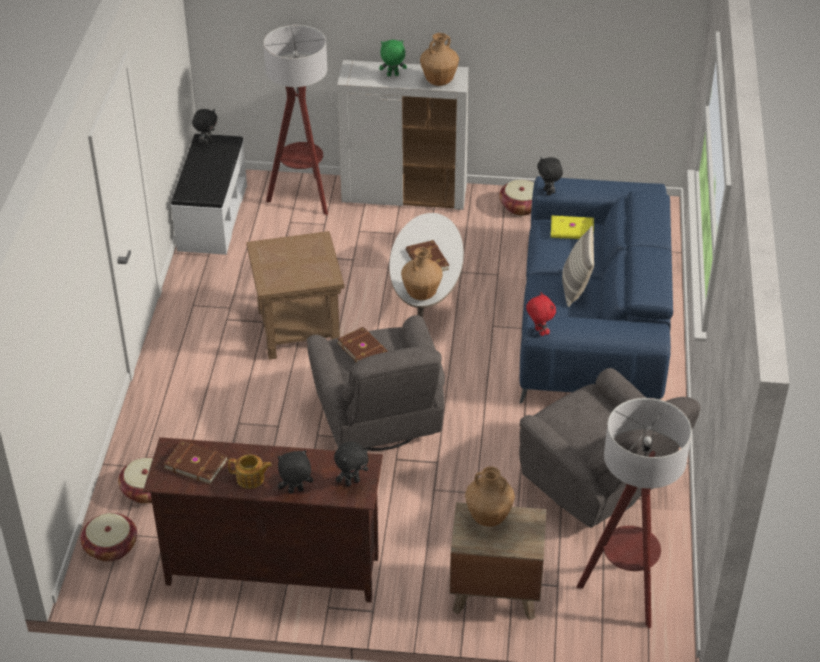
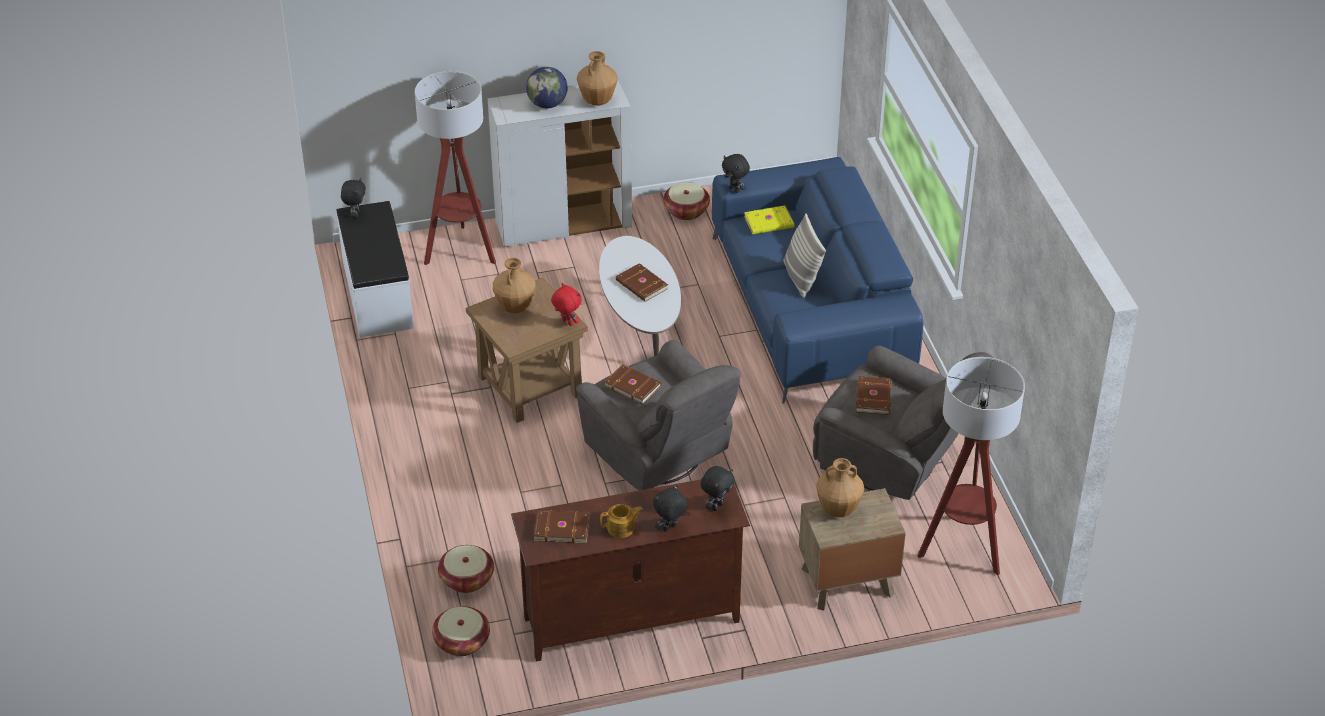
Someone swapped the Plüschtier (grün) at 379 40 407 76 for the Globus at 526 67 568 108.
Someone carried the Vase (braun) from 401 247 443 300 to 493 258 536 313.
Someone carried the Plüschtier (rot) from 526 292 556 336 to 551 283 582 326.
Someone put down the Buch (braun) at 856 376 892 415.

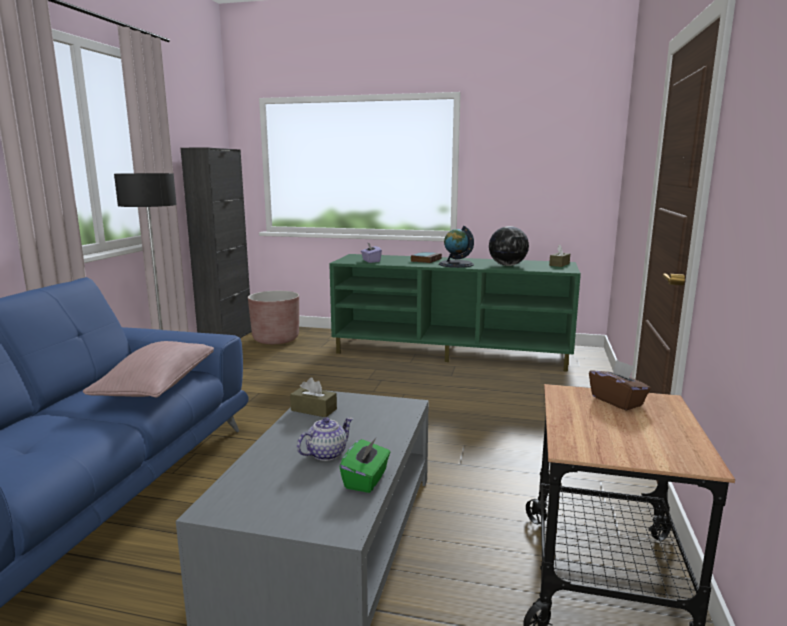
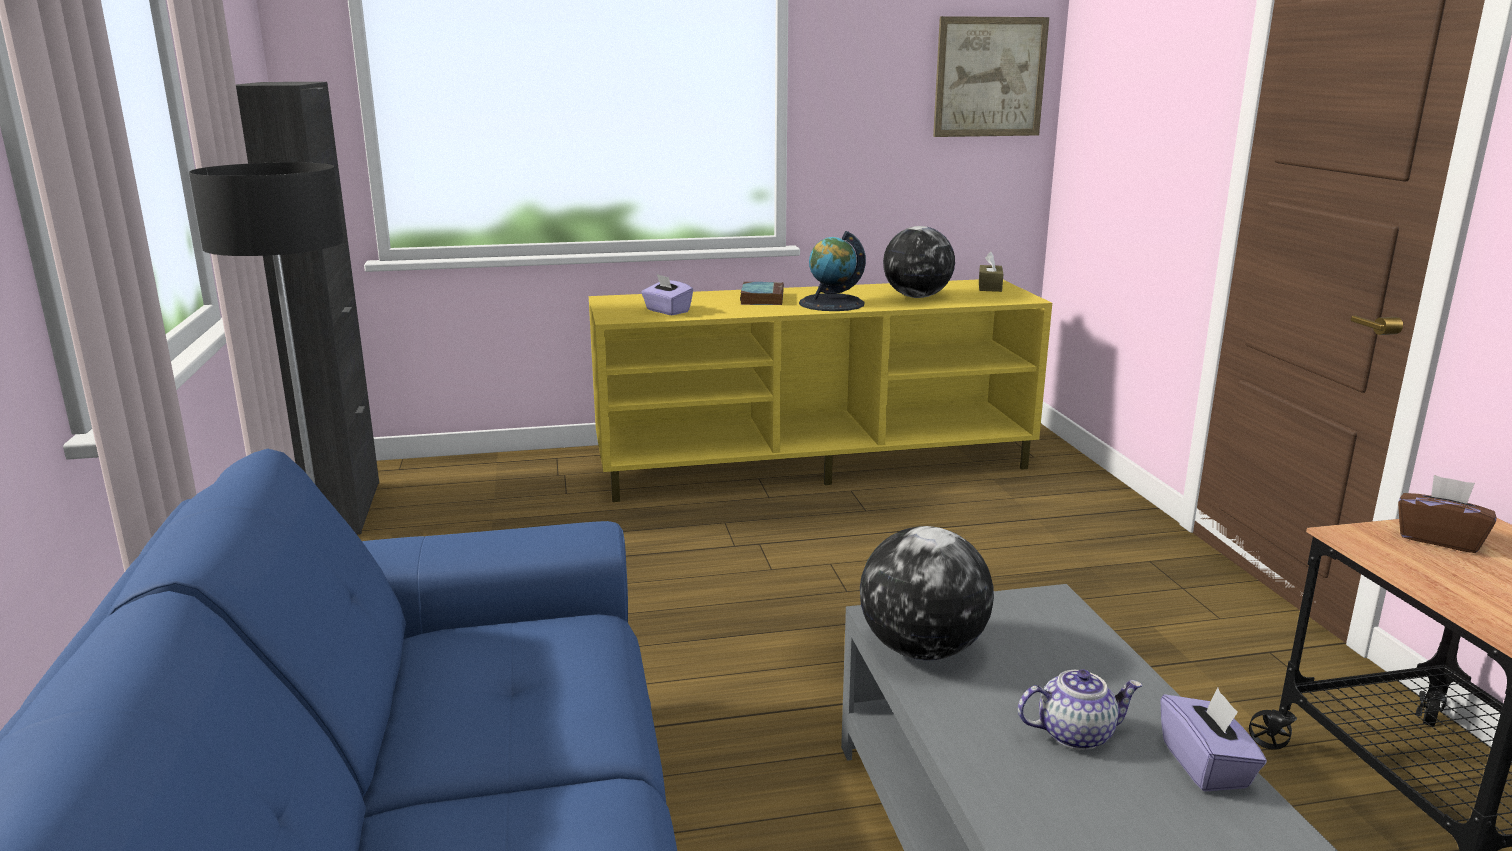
Someone repainted the Fernsehschrank (grün) at 329 254 581 372, which became the Fernsehschrank (gelb) at 589 279 1052 502.
Someone took away the Pflanzkübel (braun) at 248 291 299 344.
Someone took away the Kissen (rosa) at 83 341 214 398.
Someone swapped the Taschentuchbox (braun) at 290 378 337 417 for the Globus at 860 526 994 660.
Someone rotated the Teekanne at 297 417 353 461 by 60 degrees clockwise.
Someone repainted the Taschentuchbox (grün) at 339 438 390 493, which became the Taschentuchbox (lila) at 1160 688 1267 792.
Someone put up the Bild at 933 16 1049 137.

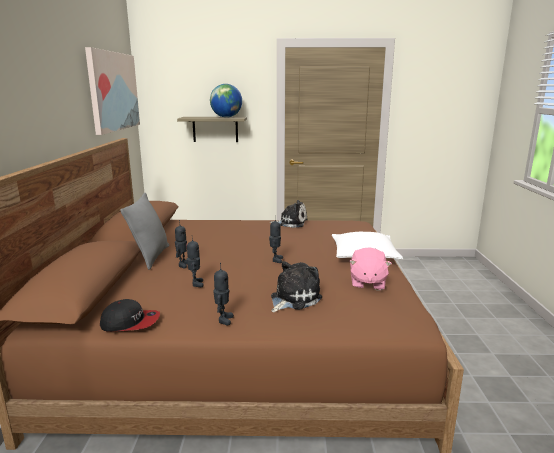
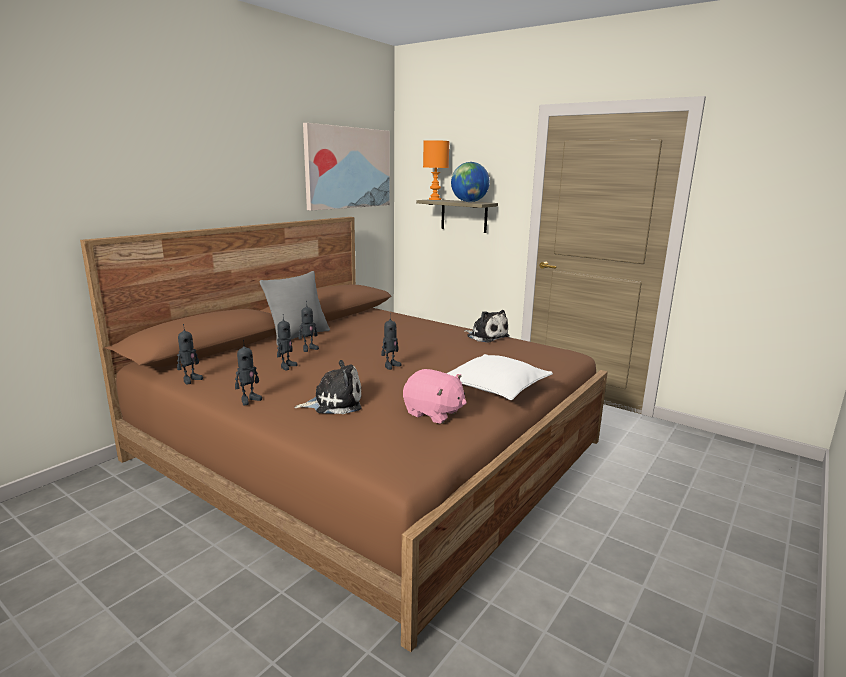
Someone rotated the Plüschtier (rosa) at 349 247 392 291 by 105 degrees counterclockwise.
Someone swapped the Kappe at 100 299 160 332 for the Spielzeugroboter at 177 324 203 385.
Someone put down the Tischlampe (orange) at 423 140 449 200.

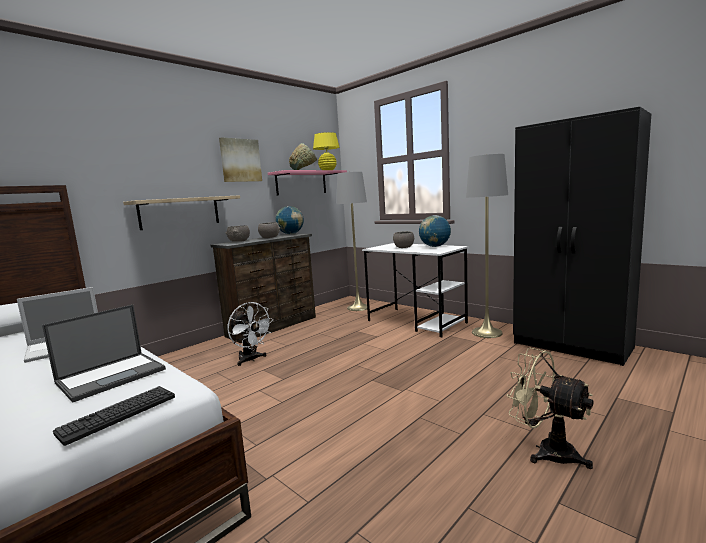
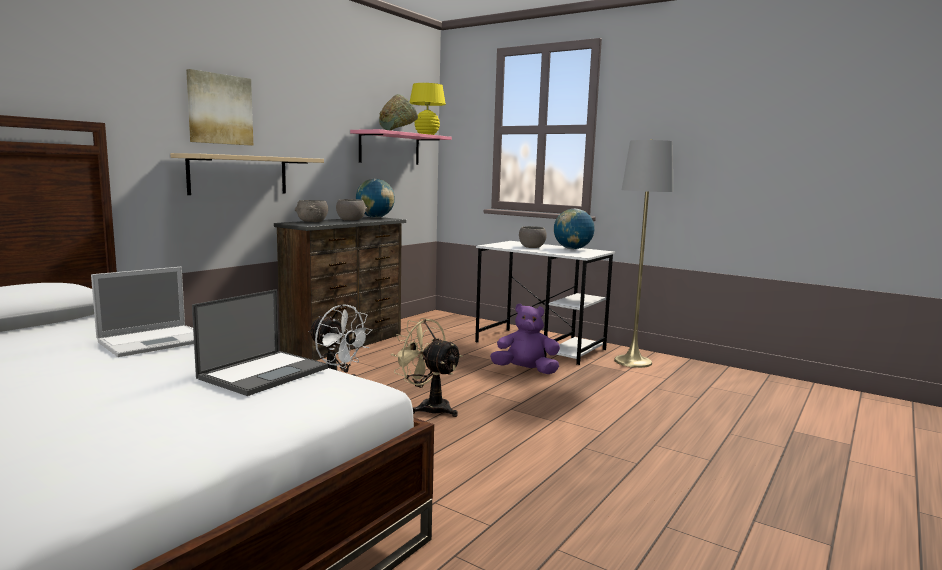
Someone took away the Kleiderschrank (schwarz) at 513 107 651 366.
Someone carried the Bild from 219 137 262 182 to 186 69 253 145.
Someone took away the Stehlampe (grau) at 337 172 367 311.
Someone carried the Ventilator (beige) from 506 348 594 469 to 391 318 462 417.
Someone took away the Tastatur at 53 386 175 446.
Someone put down the Plüschtier (lila) at 490 304 560 374.

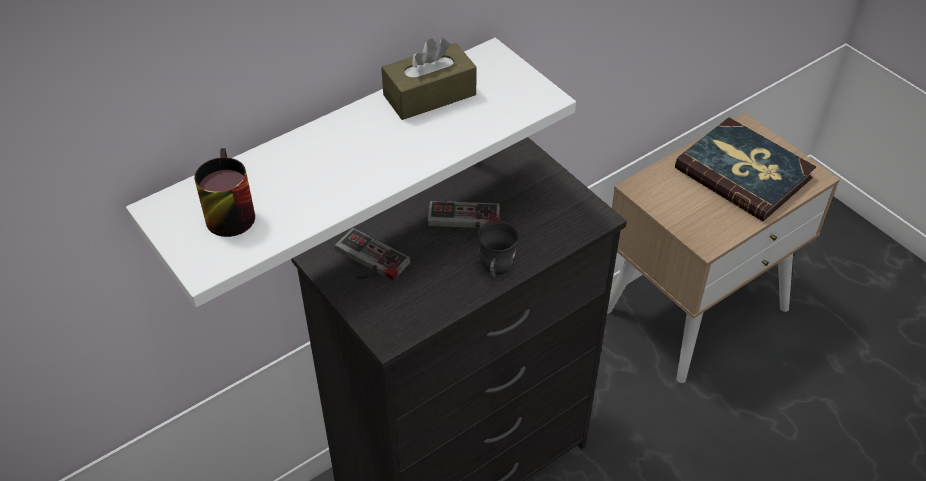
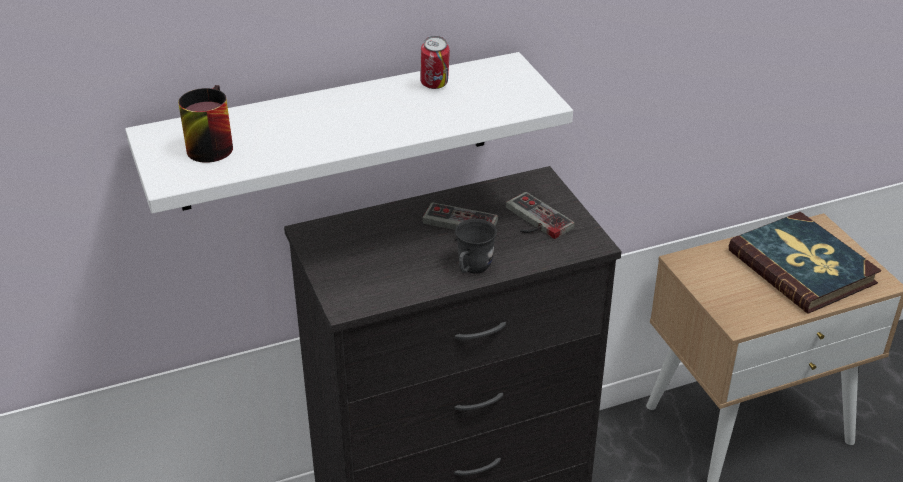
Someone swapped the Taschentuchbox (braun) at 381 38 477 120 for the Dose at 420 36 450 89.
Someone carried the Gamepad from 335 228 410 280 to 506 192 575 239.

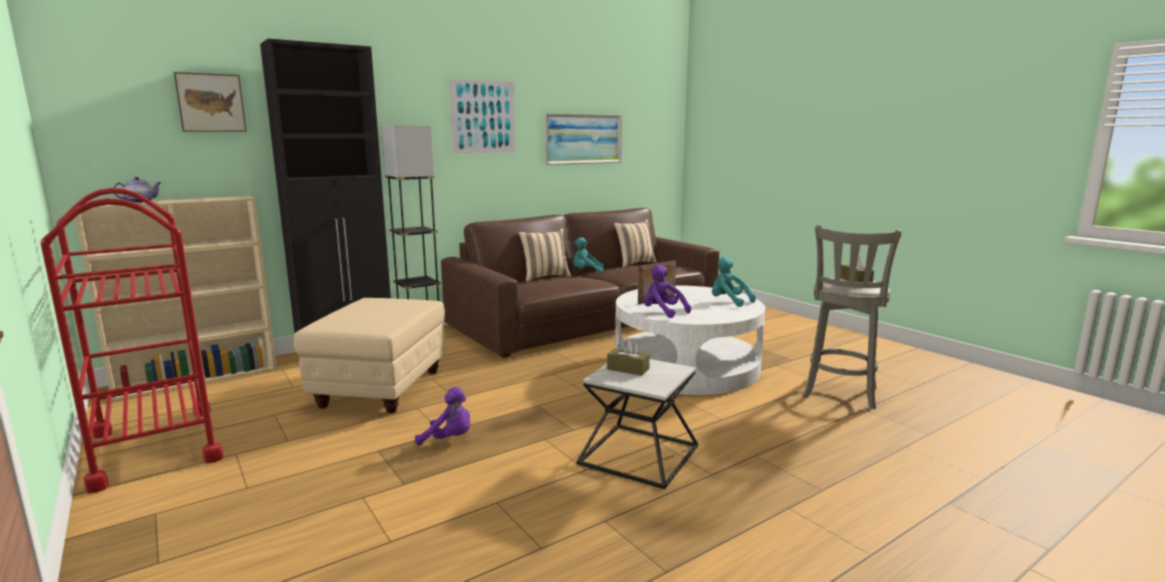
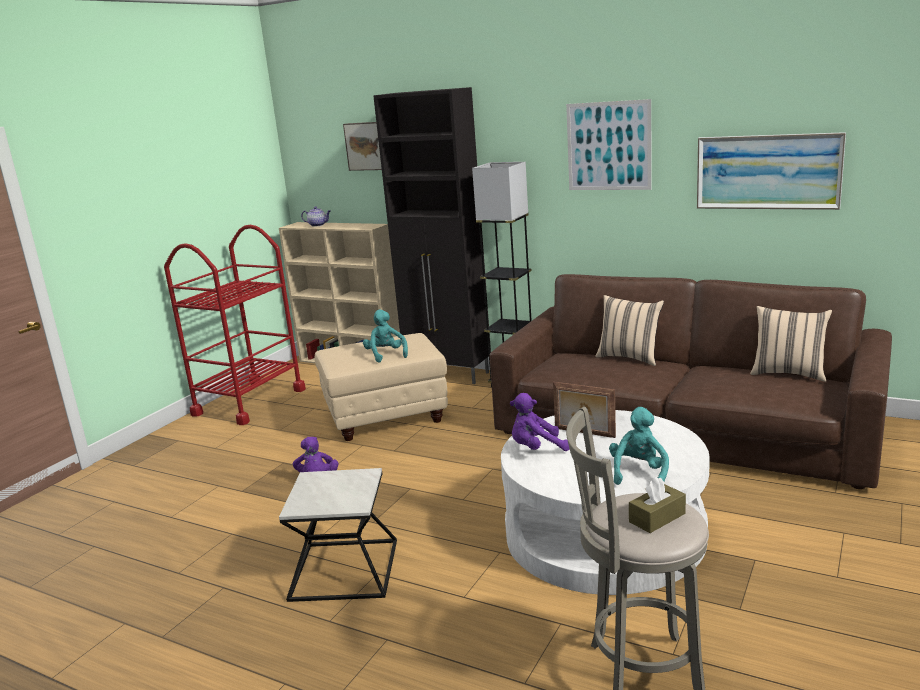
Someone carried the Plüschtier (türkis) from 573 237 604 274 to 363 310 408 363.
Someone rotated the Plüschtier (lila) at 643 264 691 318 by 120 degrees counterclockwise.
Someone took away the Taschentuchbox (braun) at 607 339 650 376.

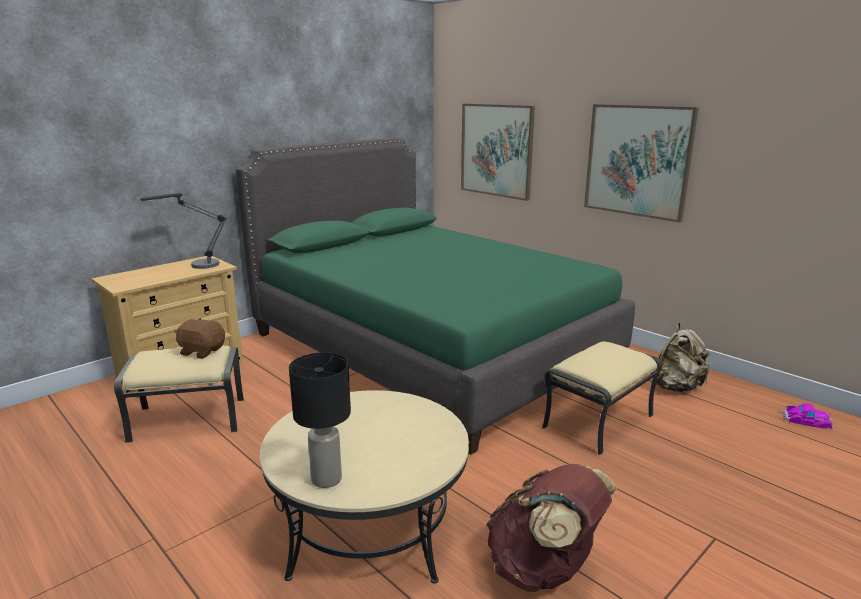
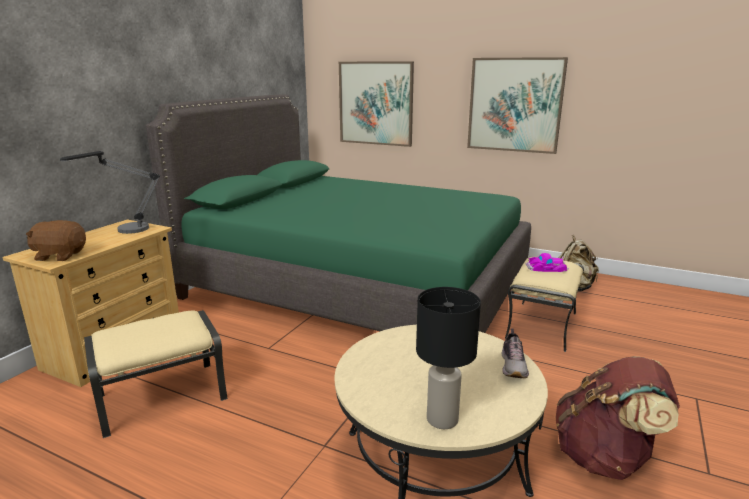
Someone carried the Plüschtier (braun) from 174 317 225 359 to 26 220 86 261.
Someone carried the Spielzeugauto from 782 403 835 429 to 525 253 569 272.
Someone put down the Schuh at 501 328 529 378.

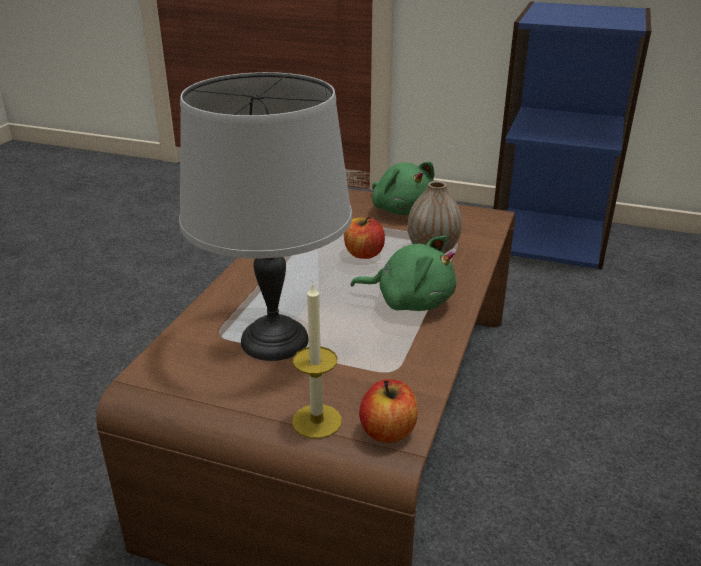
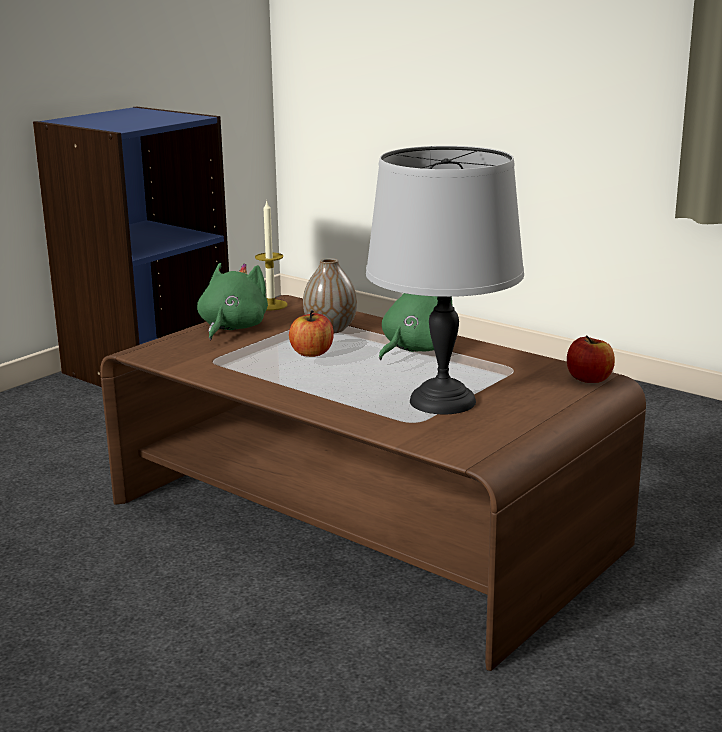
Someone rotated the Plüschtier (grün) at 372 162 434 215 by 60 degrees counterclockwise.
Someone carried the Kerze from 292 281 342 439 to 255 199 288 310.

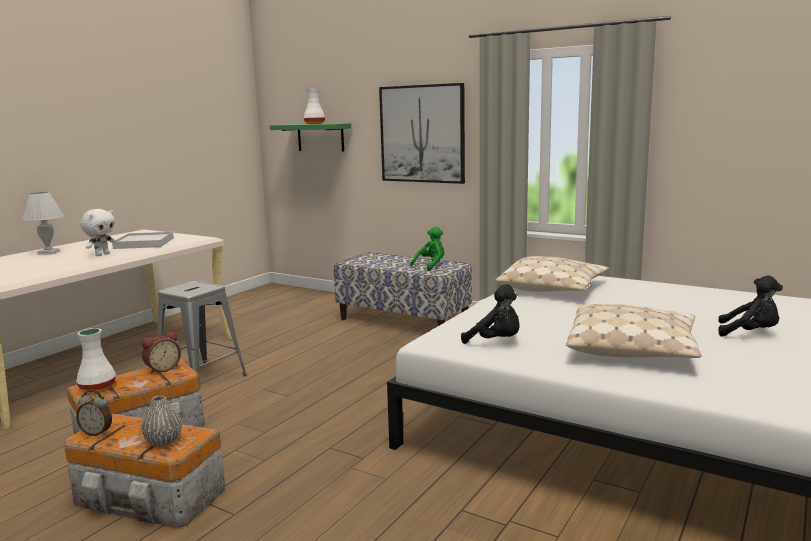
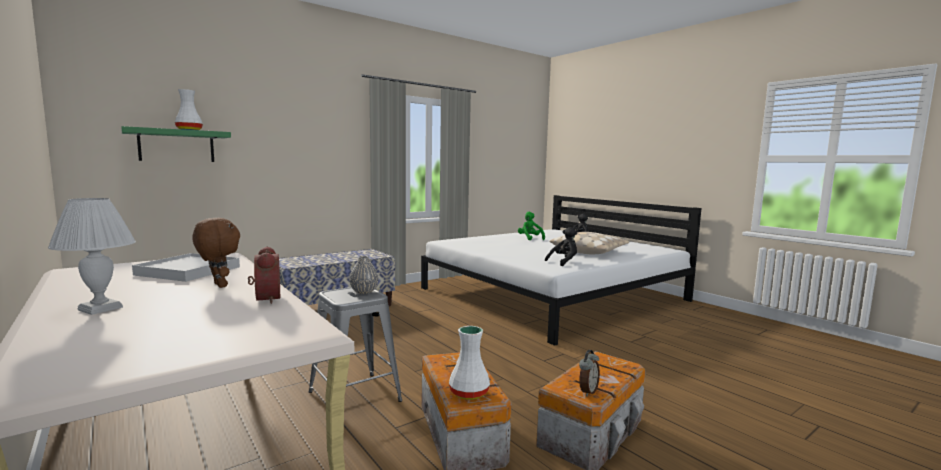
Someone took away the Bild at 379 83 465 184.
Someone repainted the Plüschtier (weiß) at 80 209 116 256, which became the Plüschtier (braun) at 192 218 240 288.
Someone carried the Plüschtier (grün) from 410 227 444 271 to 518 212 545 240.
Someone took away the Kissen (beige) at 495 256 609 292.
Someone carried the Wecker from 142 331 181 374 to 248 246 280 304.
Someone carried the Vase (grau) from 141 395 182 447 to 349 256 379 294.

